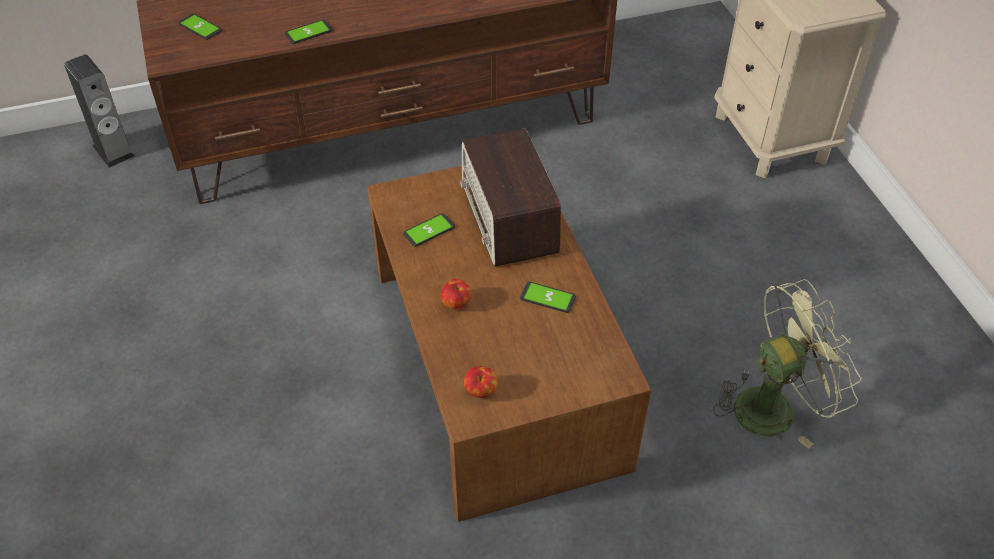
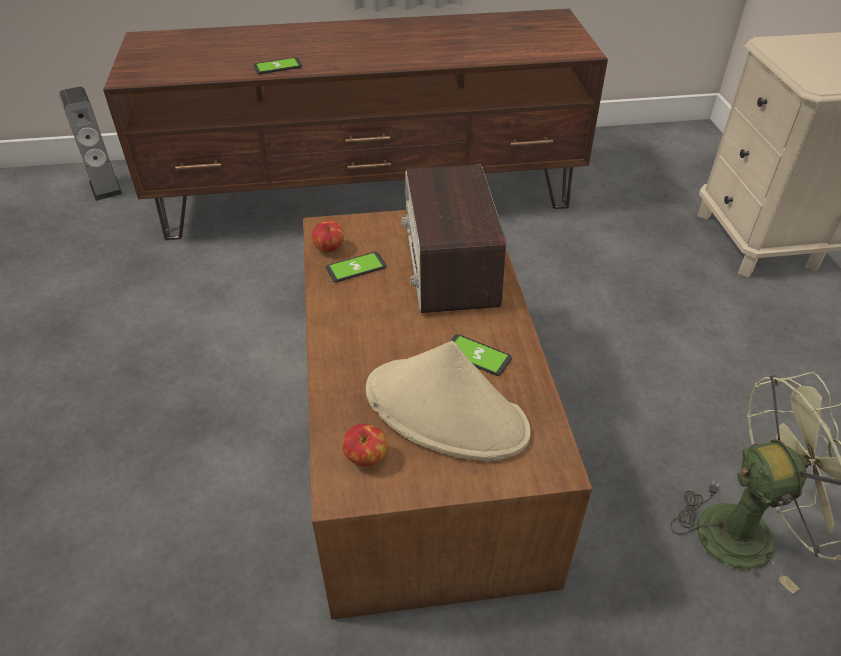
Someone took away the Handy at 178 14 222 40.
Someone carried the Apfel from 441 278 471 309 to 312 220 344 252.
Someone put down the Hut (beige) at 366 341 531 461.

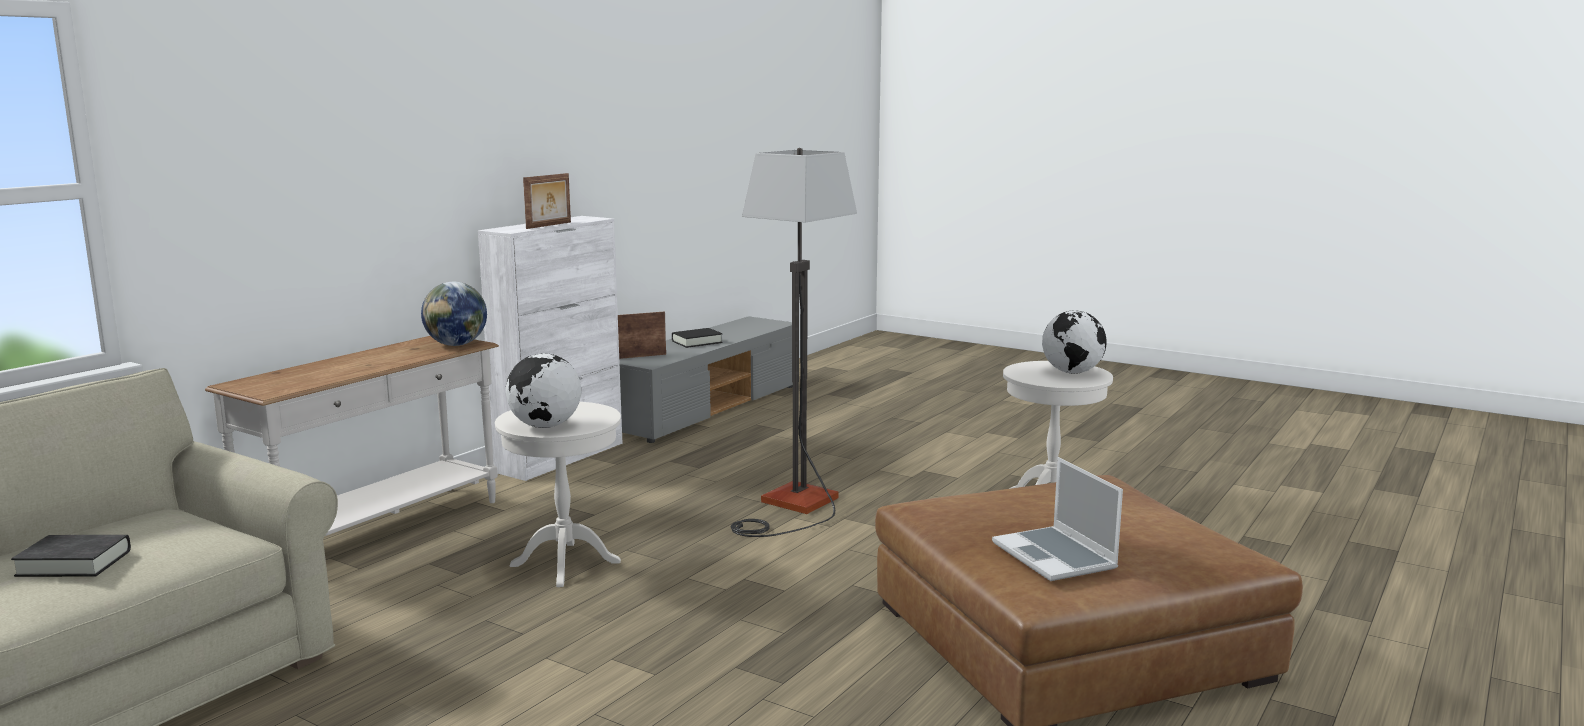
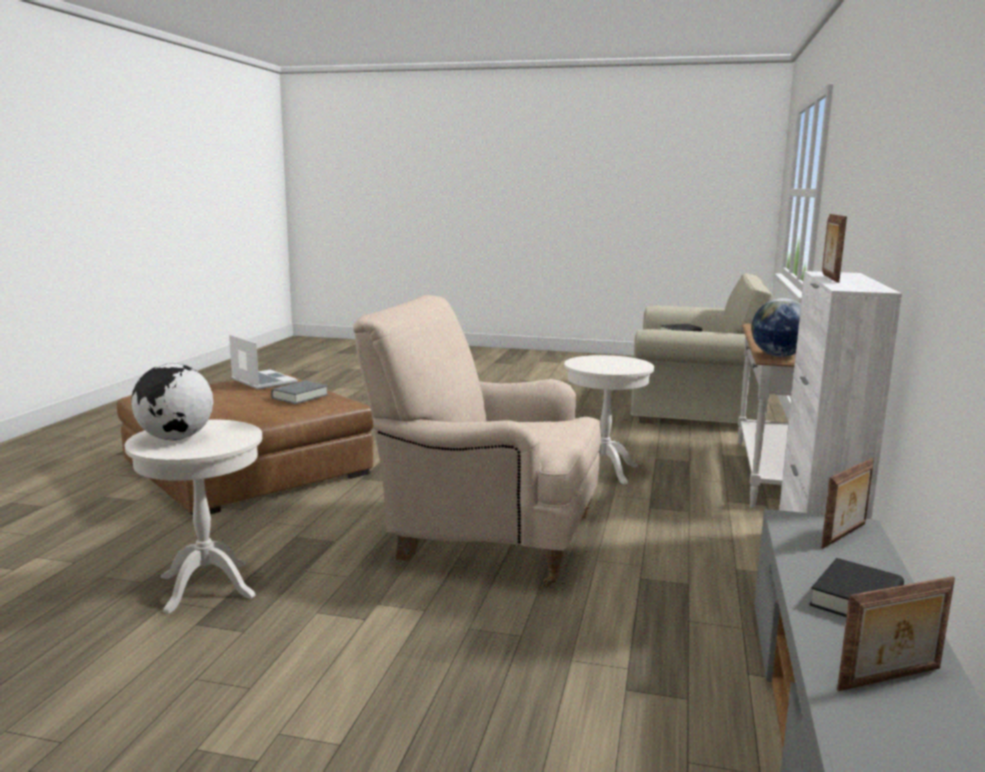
Someone swapped the Stehlampe at 731 148 857 537 for the Sessel (beige) at 353 295 601 587.
Someone took away the Globus at 506 353 581 428.
Someone put down the Buch (grau) at 271 381 328 404.
Someone put down the Bilderrahmen at 837 576 955 691.

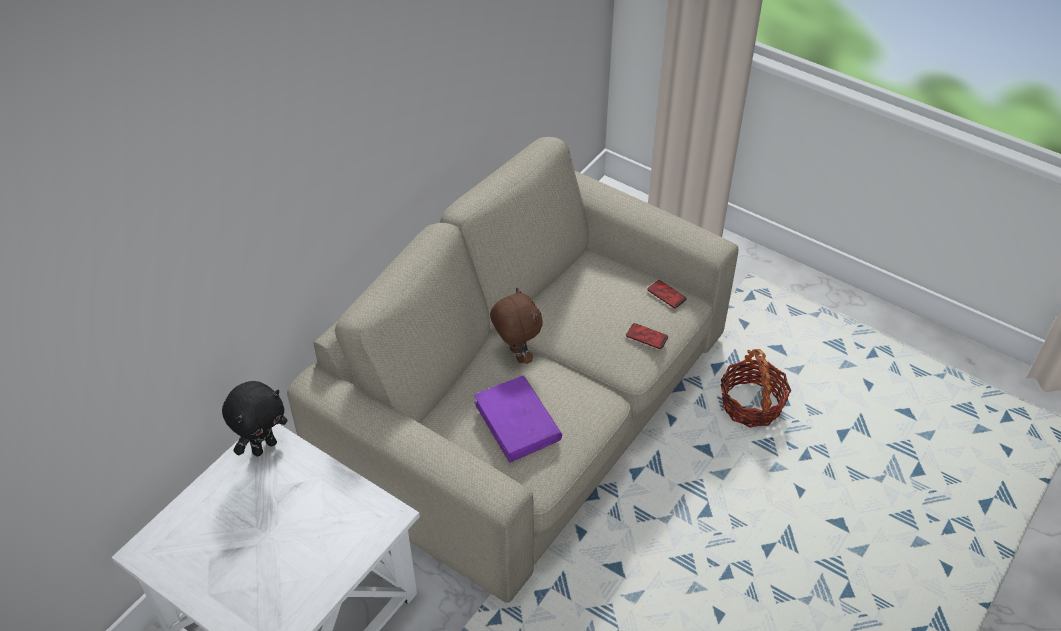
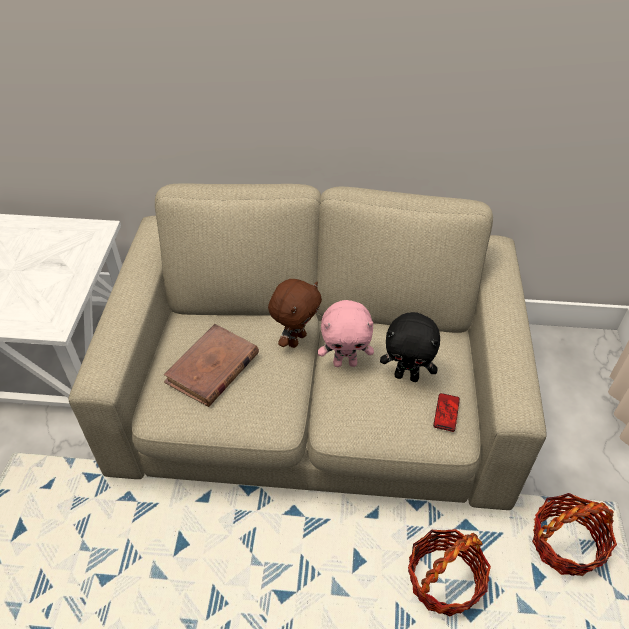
Someone took away the Handy at 626 323 668 349.
Someone repainted the Buch (lila) at 474 376 562 463, which became the Buch (braun) at 164 324 259 407.
Someone carried the Plüschtier (schwarz) from 222 381 288 456 to 380 312 440 382.
Someone put down the Plüschtier (rosa) at 318 300 374 367.
Someone put down the Korb at 532 493 617 576.

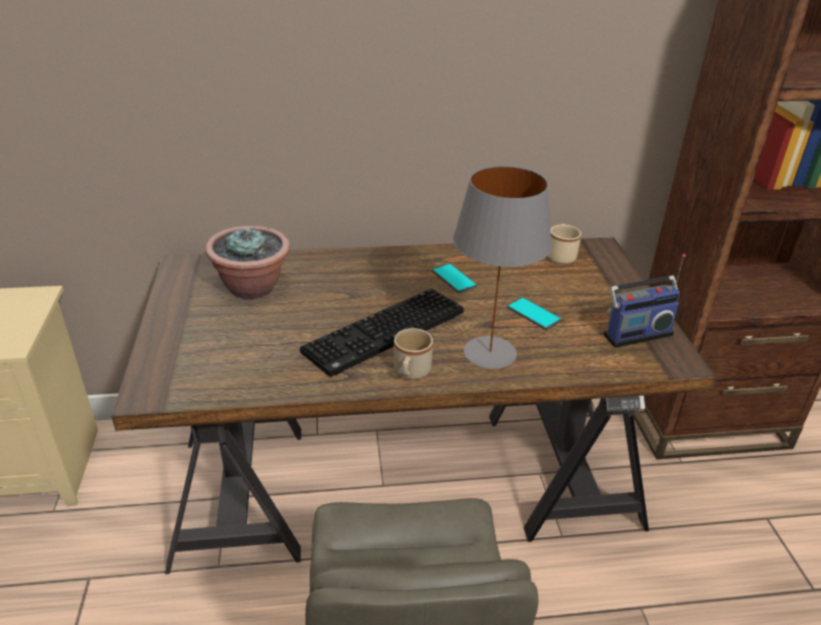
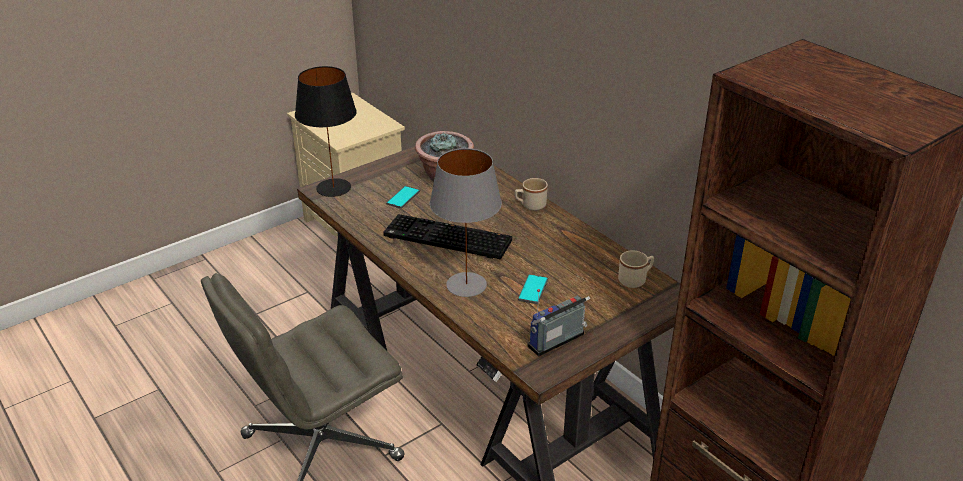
Someone rotated the Radio at 603 254 686 348 by 105 degrees clockwise.
Someone carried the Handy from 432 263 477 293 to 386 186 420 209.
Someone carried the Henkelbecher (beige) from 394 328 433 380 to 515 178 548 211.
Someone put down the Tischlampe (schwarz) at 295 66 357 197.

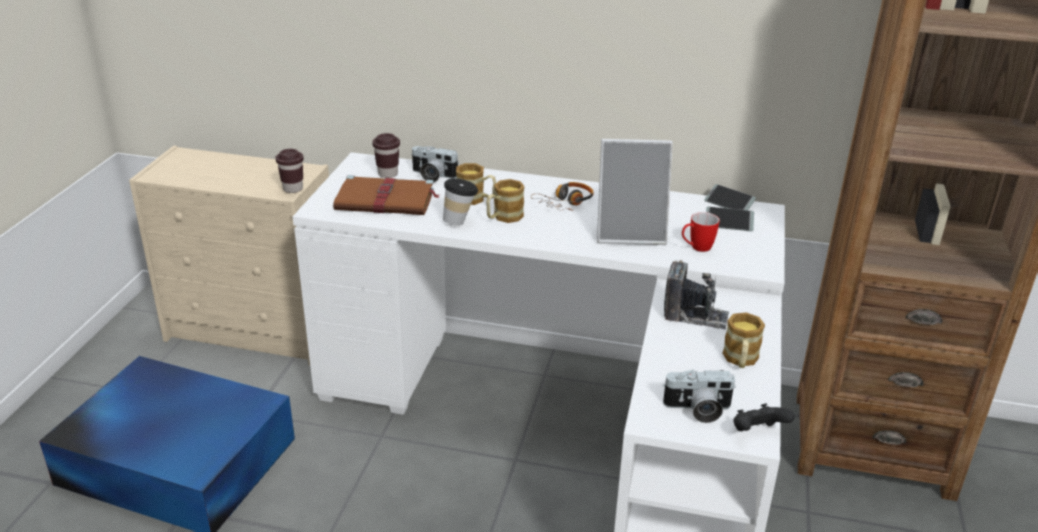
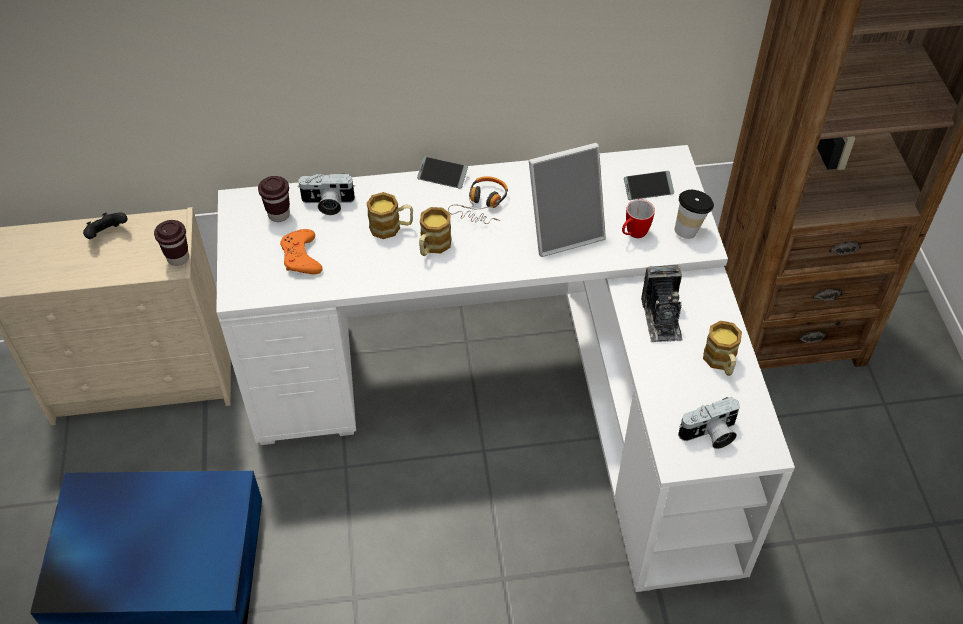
Someone swapped the Buch (braun) at 333 175 439 215 for the Gamepad (orange) at 280 229 323 274.
Someone carried the Tasse from 443 178 478 226 to 675 190 714 239.
Someone carried the Handy from 704 184 756 210 to 417 157 468 189.
Someone rotated the Kamera at 664 260 729 330 by 90 degrees clockwise.
Someone carried the Gamepad (schwarz) from 733 404 795 431 to 83 212 127 239.

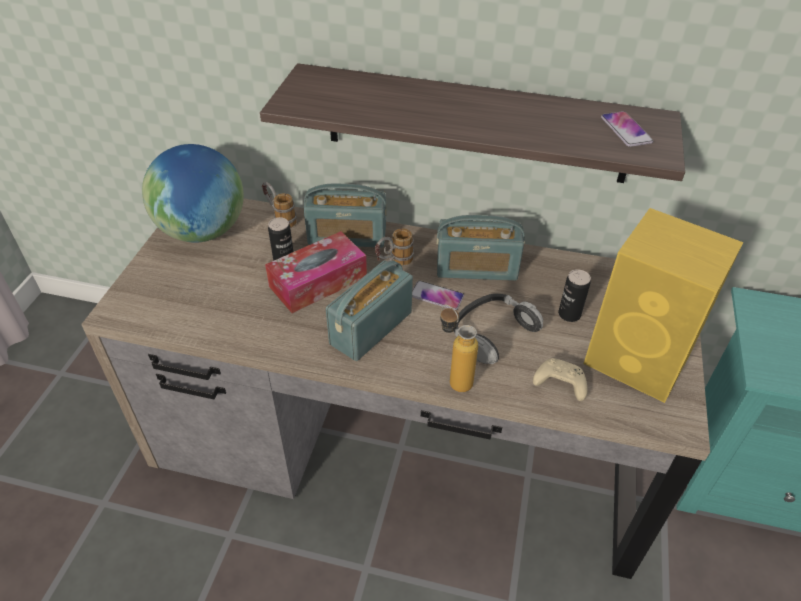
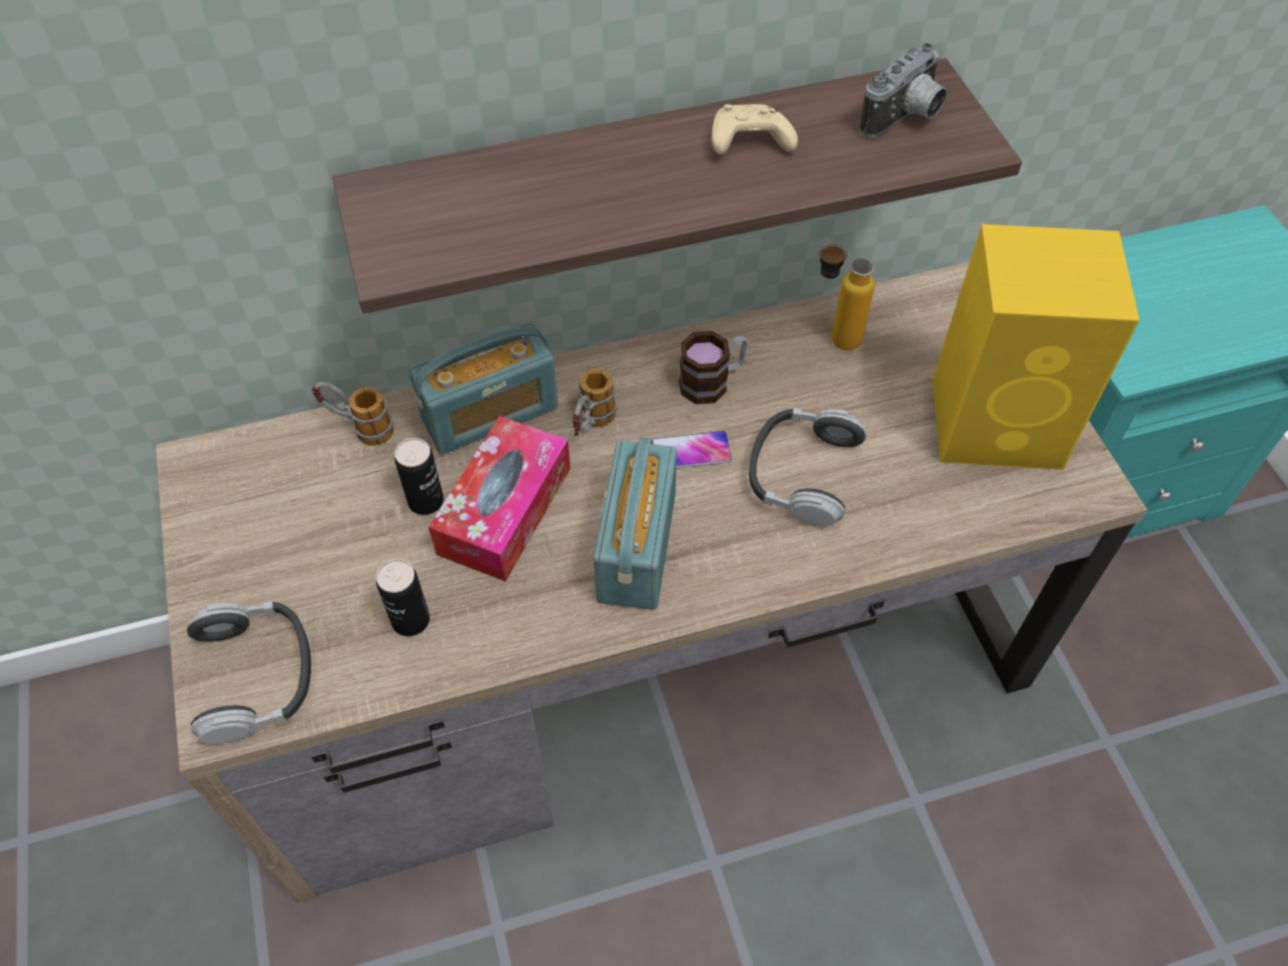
Someone swapped the Handy at 601 111 653 147 for the Kamera at 860 43 947 138.
Someone took away the Globus at 142 144 244 243.
Someone swapped the Radio at 437 215 525 281 for the Henkelbecher at 679 331 747 404.
Someone carried the Dose from 558 269 591 322 to 376 559 430 636.
Someone carried the Flasche from 440 305 478 392 to 819 242 875 350.
Someone carried the Gamepad (beige) from 533 358 587 401 to 712 104 798 155.
Someone put down the Kopfhörer at 187 601 311 744.

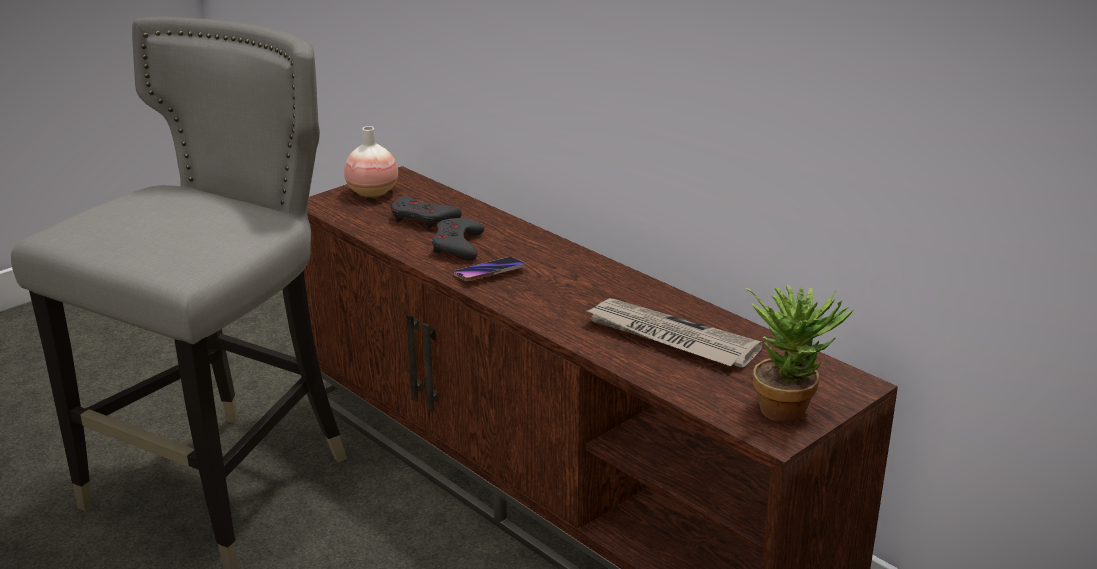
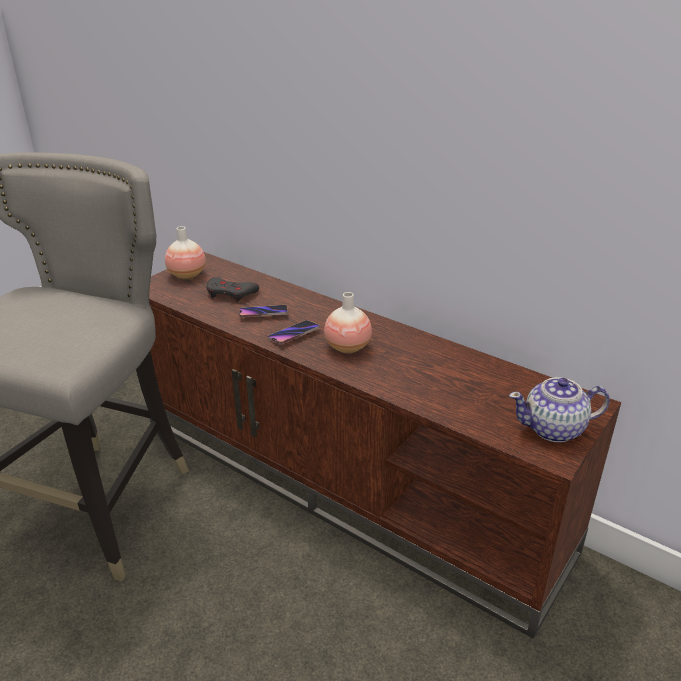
Someone swapped the Gamepad (grau) at 432 218 484 261 for the Handy at 239 305 288 318.
Someone swapped the Topfpflanze at 746 285 853 422 for the Teekanne at 509 377 610 442.
Someone took away the Zeitung at 585 298 763 368.
Someone put down the Vase at 324 292 372 353.

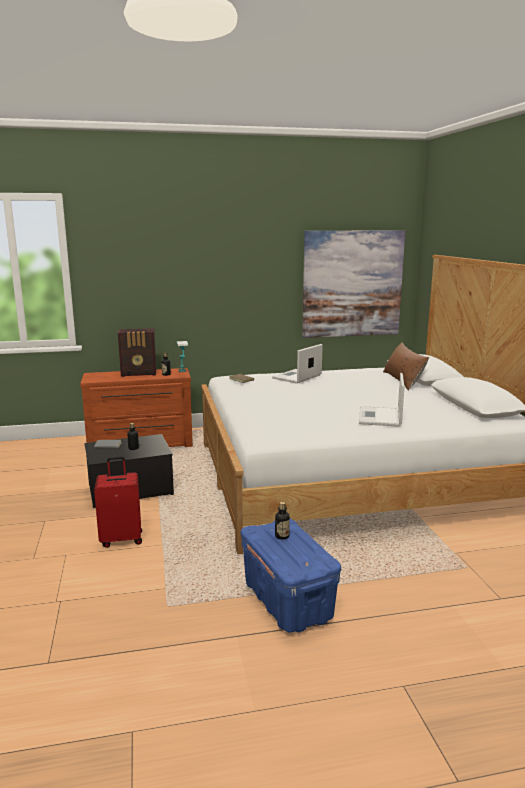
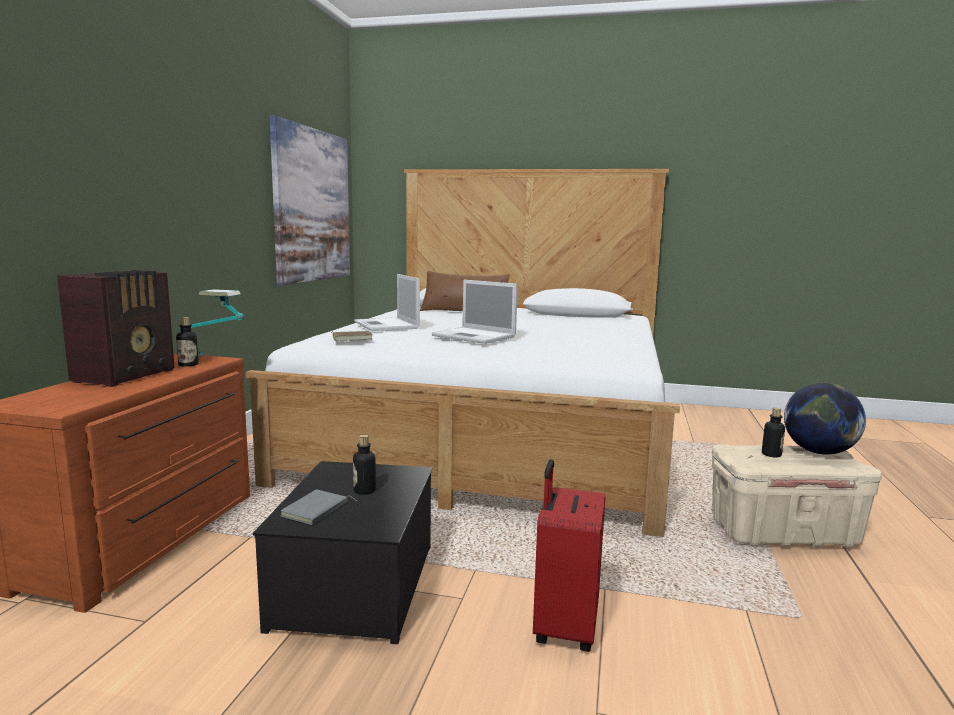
Someone carried the Laptop from 359 373 404 427 to 432 280 518 344.
Someone repainted the Aufbewahrungsbox (blau) at 241 518 341 633, which became the Aufbewahrungsbox (beige) at 712 444 882 548.
Someone put down the Globus at 784 383 866 455.

